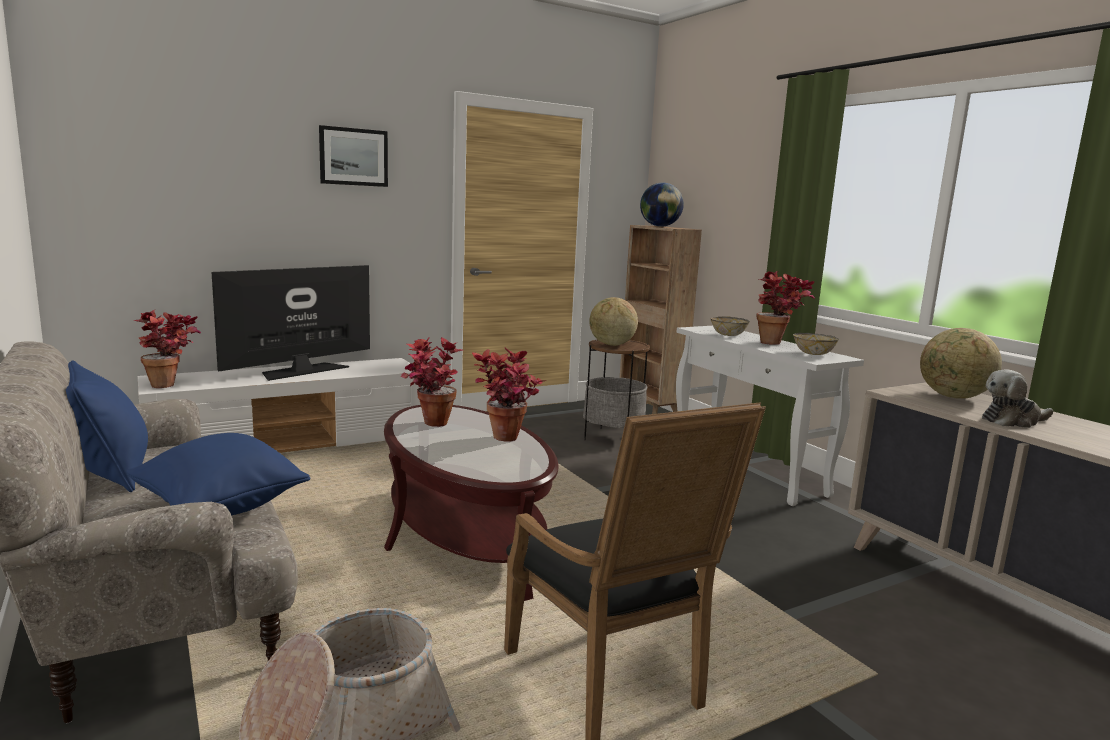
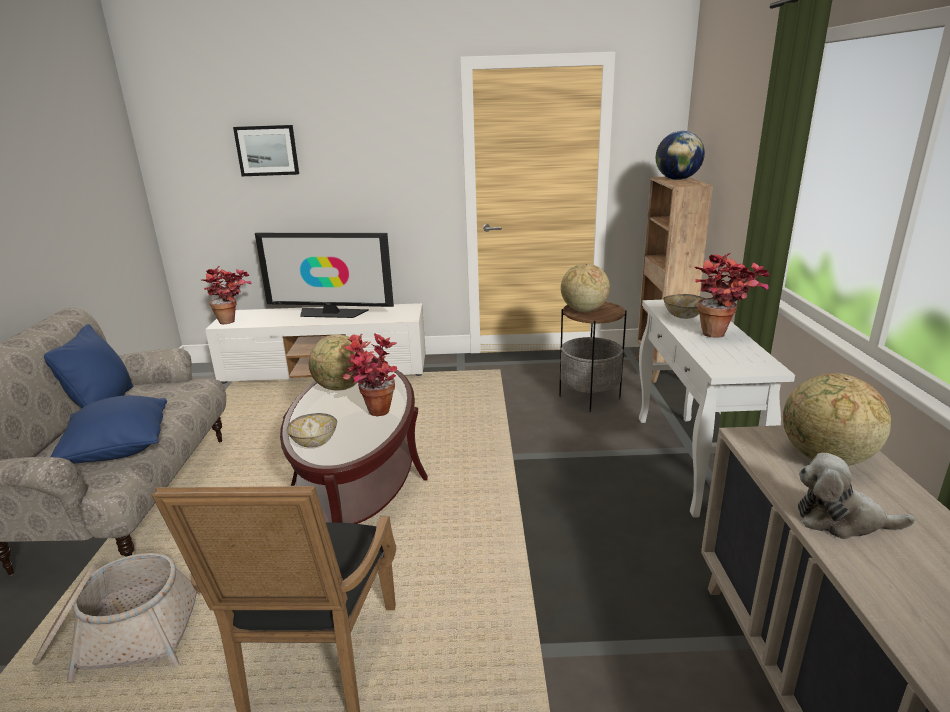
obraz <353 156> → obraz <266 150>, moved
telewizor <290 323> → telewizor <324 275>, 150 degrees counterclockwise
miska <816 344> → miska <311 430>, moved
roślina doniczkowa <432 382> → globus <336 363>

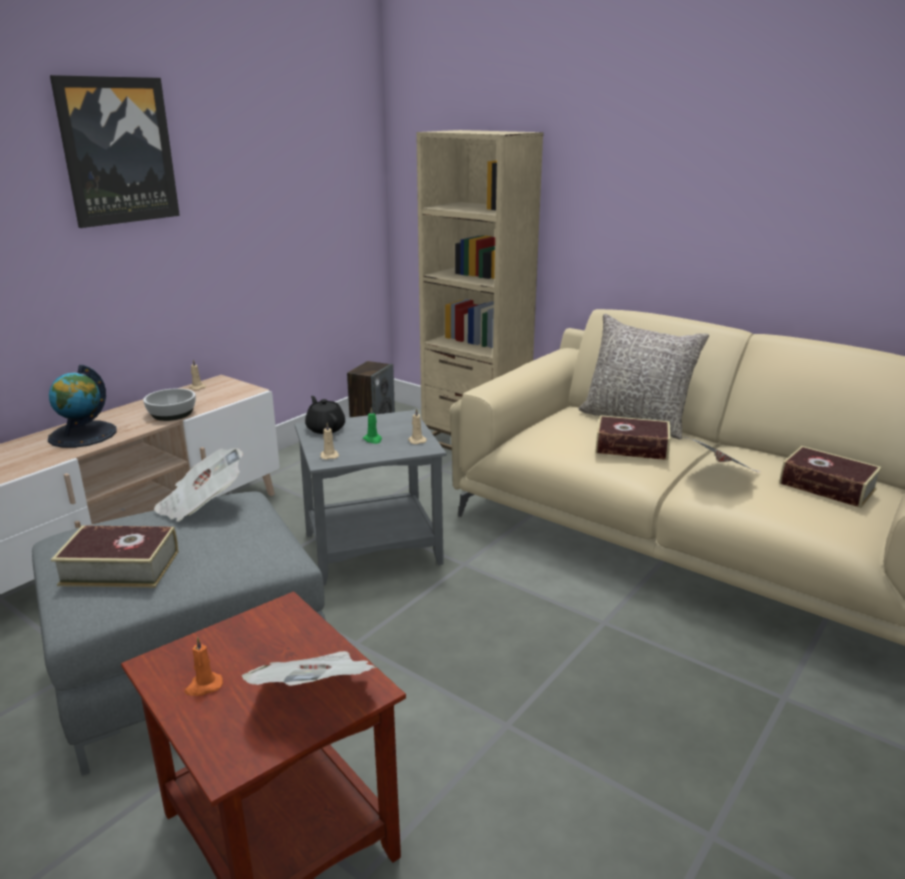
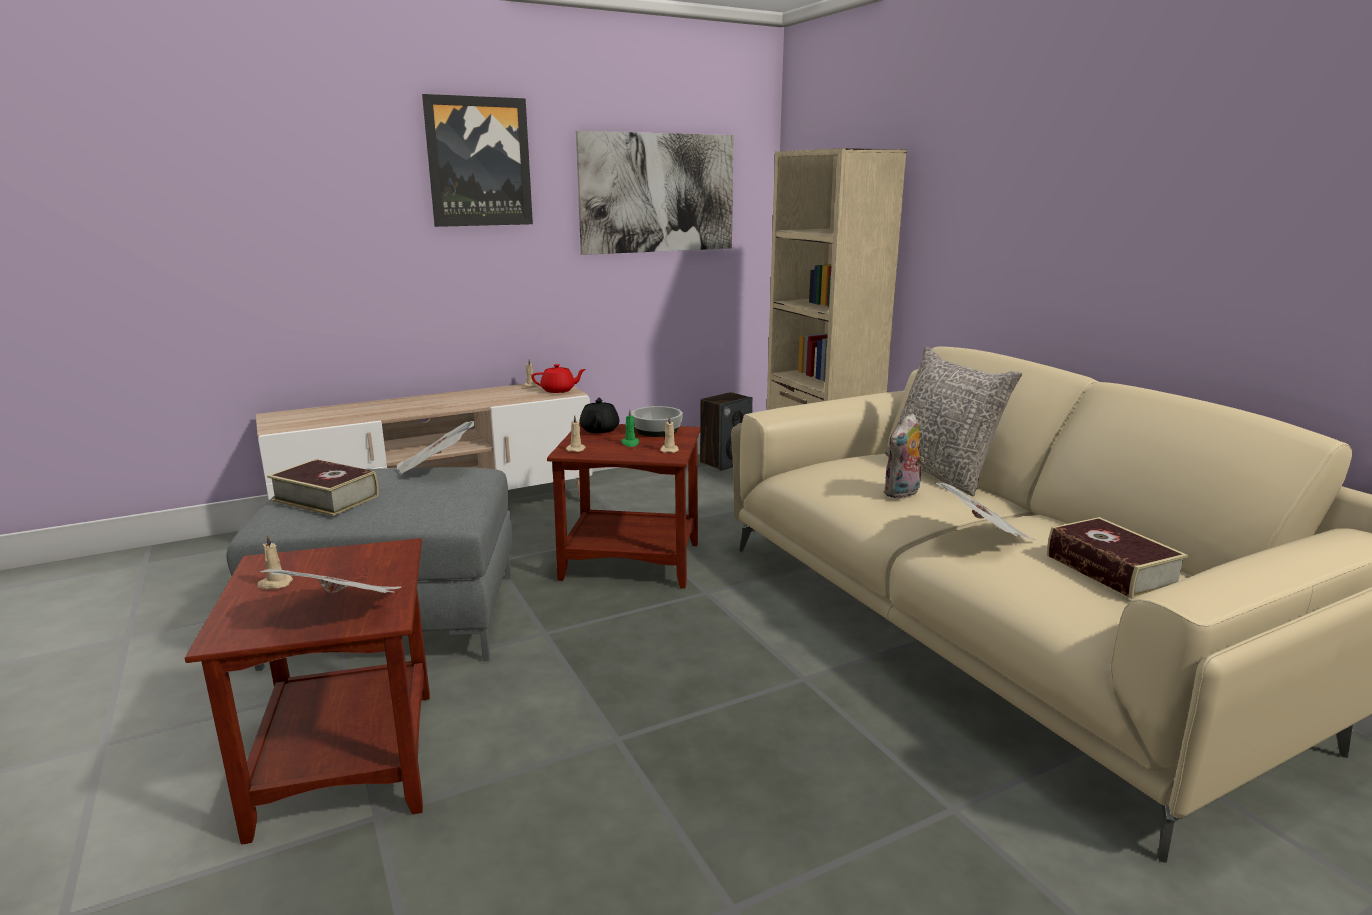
globus <82 406> → -
miska <169 404> → miska <657 421>, moved
stolik [szary] <370 497> → stolik [brązowy] <624 506>
książka <633 437> → pluszak <903 455>
świeca [pomarańczowy] <204 666> → świeca [beżowy] <275 561>
- → obraz <655 193>
- → imbryk [czerwony] <558 378>

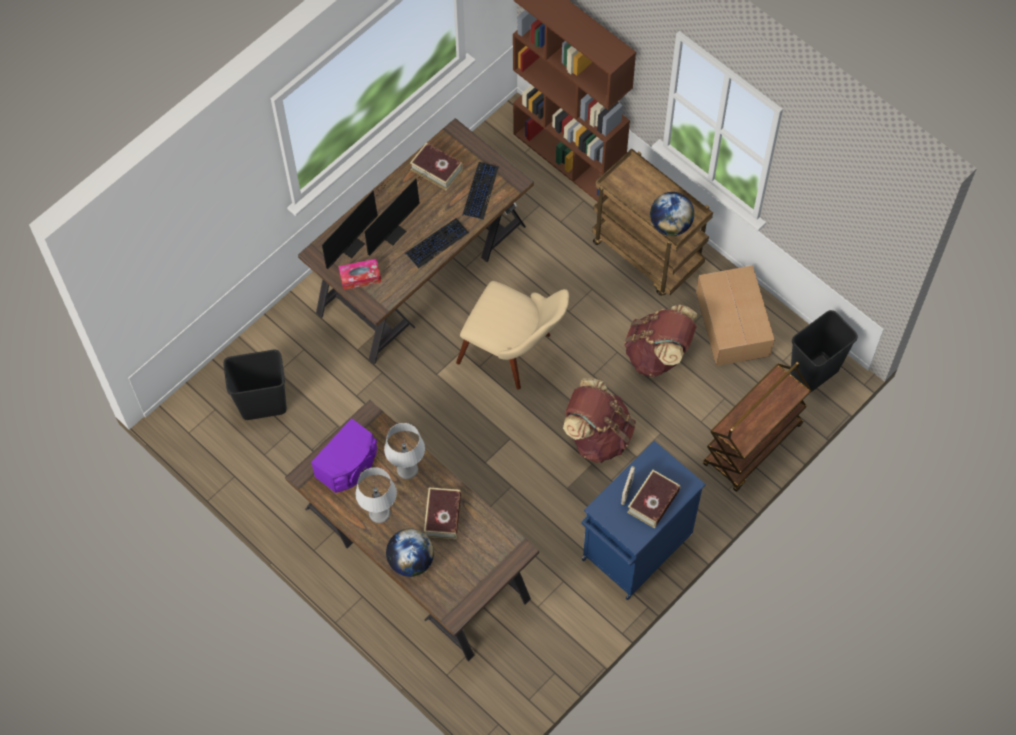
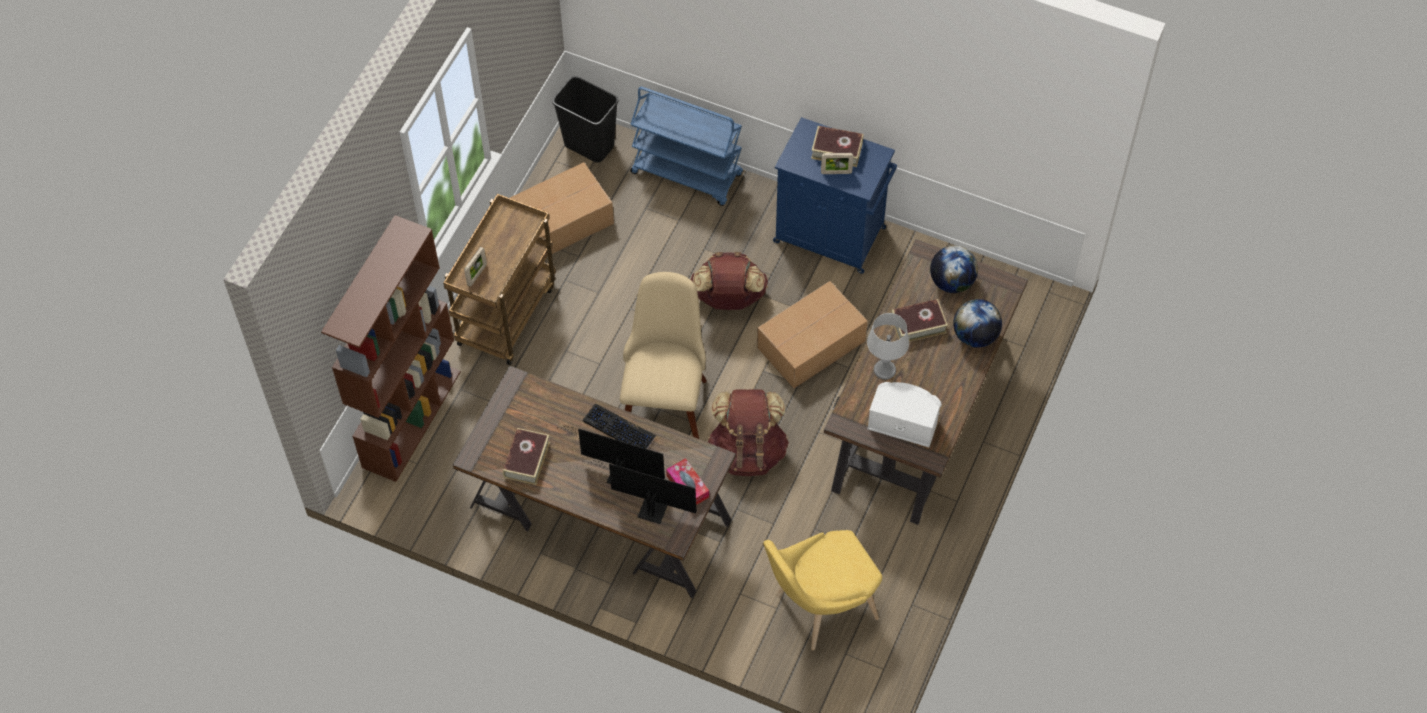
klawiatura <480 191> → -
globus <672 214> → globus <954 269>, moved
plecak [brązowy] <661 340> → plecak [brązowy] <748 433>, moved
kosz na śmieci [czarny] <255 385> → krzesło [żółty] <822 590>
wózek [brązowy] <757 427> → wózek [niebieski] <686 146>
głośnik [fioletowy] <344 455> → głośnik [biały] <904 414>
lampa stołowa [szary] <376 495> → -
- → ramka na zdjęcie <475 267>
- → karton <812 335>

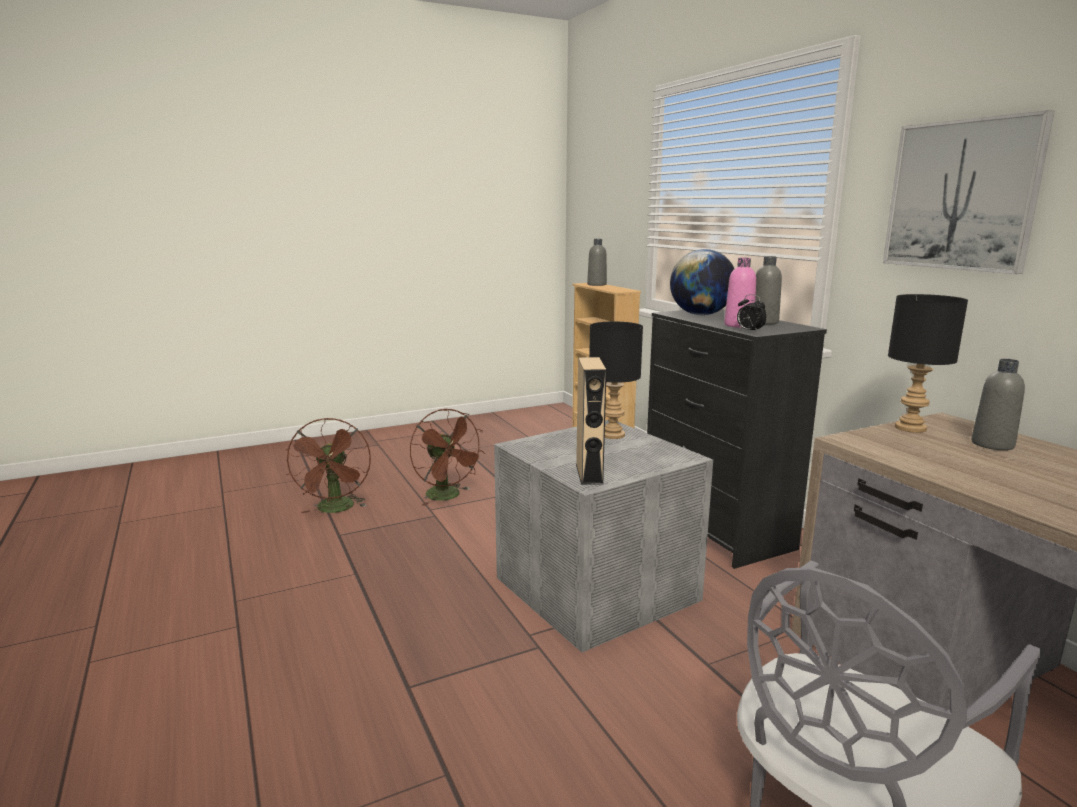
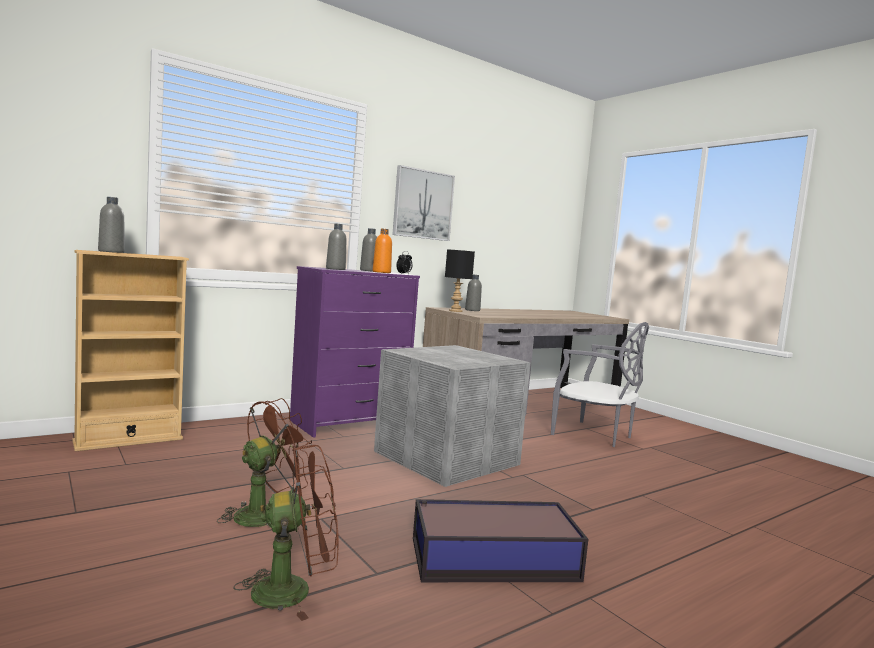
globus <702 282> → butelka [szary] <336 247>
butelka [różowy] <740 293> → butelka [pomarańczowy] <382 250>
komoda [czarny] <737 439> → komoda [fioletowy] <355 352>
lampa stołowa [czarny] <616 380> → -
głośnik [beżowy] <591 421> → -
- → pojemnik do przechowywania <500 540>

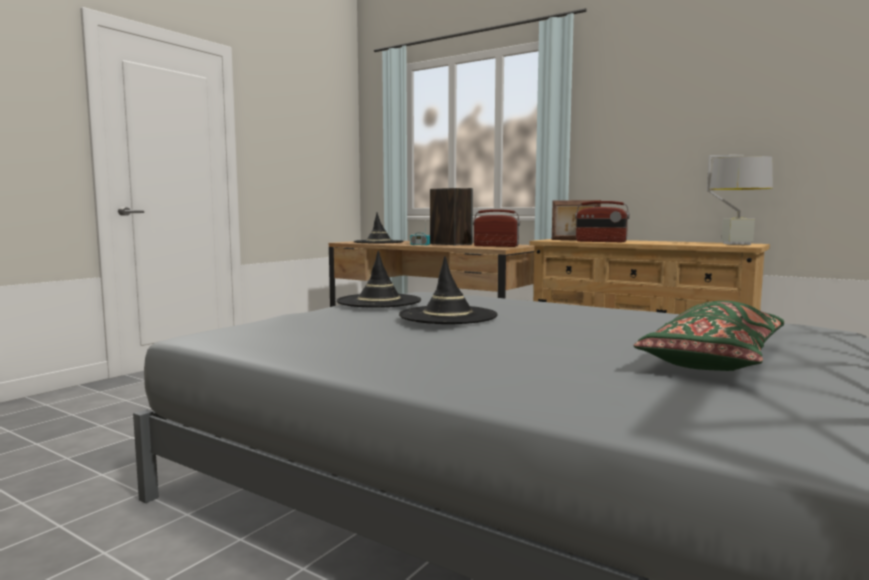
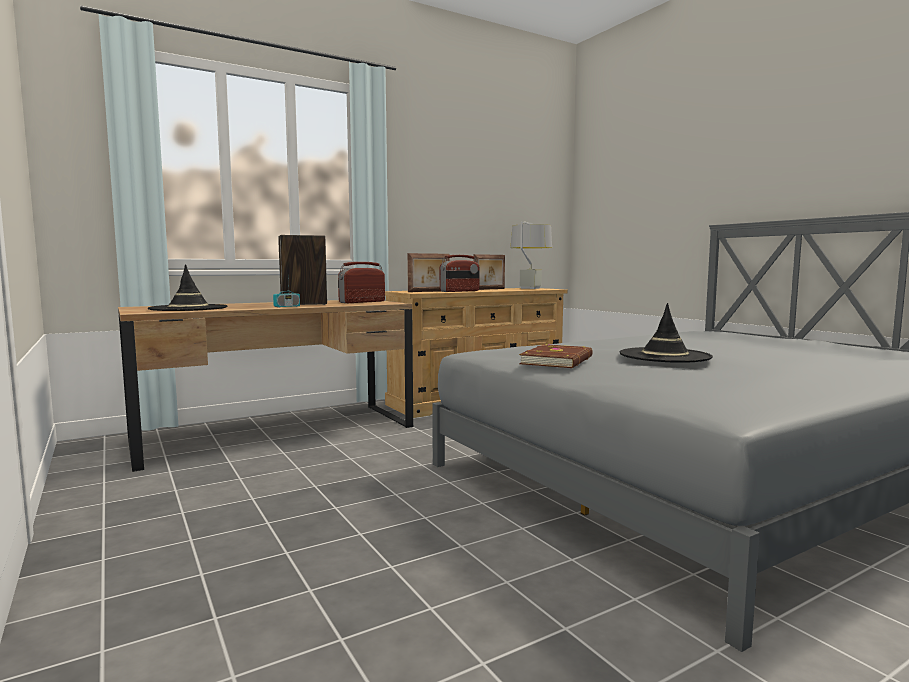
kapelusz [czarny] <378 279> → książka [brązowy] <556 356>
poduszka [zielony] <709 336> → -
- → ramka na zdjęcie <489 272>

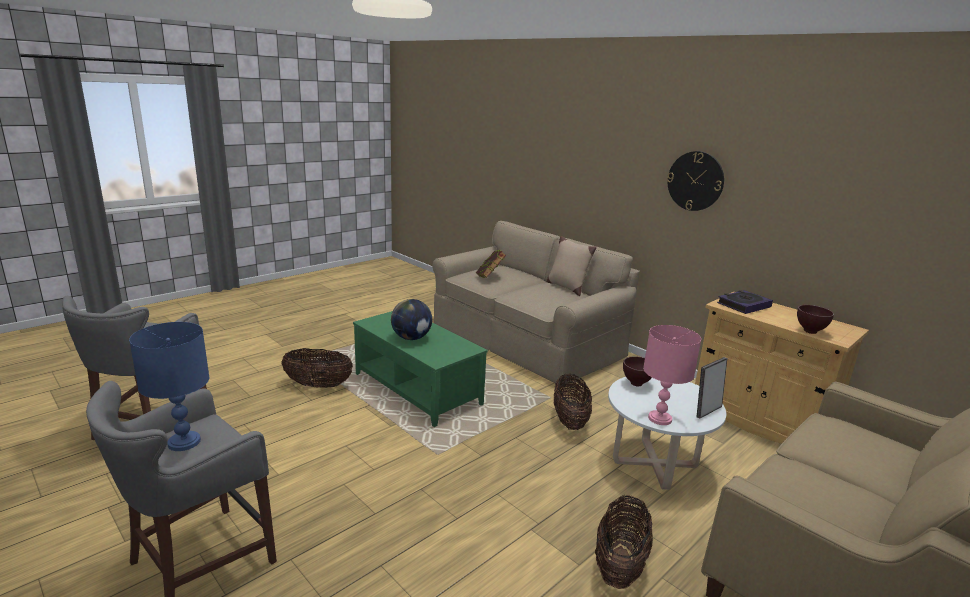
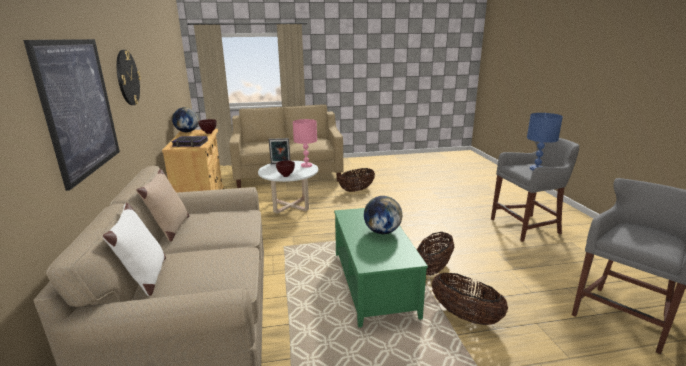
książka <491 264> → -
koszyk <573 402> → koszyk <436 254>, moved
- → obraz <71 115>
- → globus <185 119>
- → poduszka [biały] <134 249>

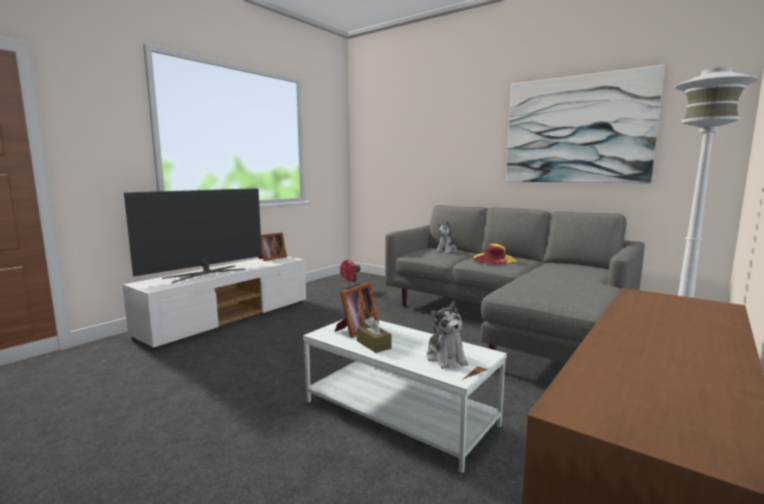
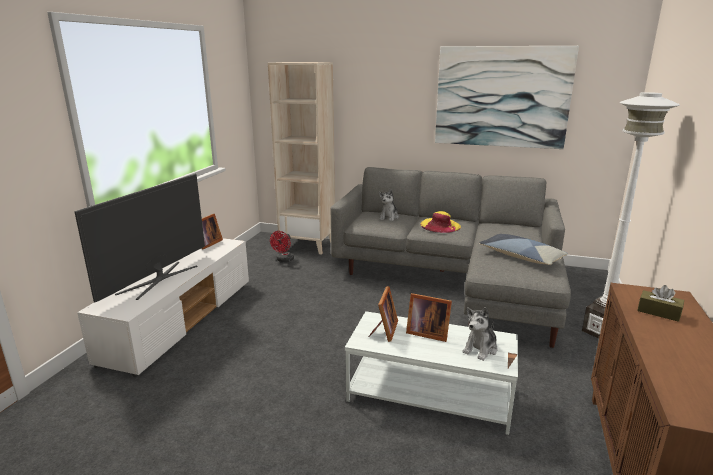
pluszak <447 335> → pluszak <480 334>, 75 degrees clockwise
pudełko chusteczek [brązowy] <374 334> → pudełko chusteczek [brązowy] <660 303>, moved
- → regał [beżowy] <301 158>
- → poduszka <523 249>
- → ramka na zdjęcie <429 317>

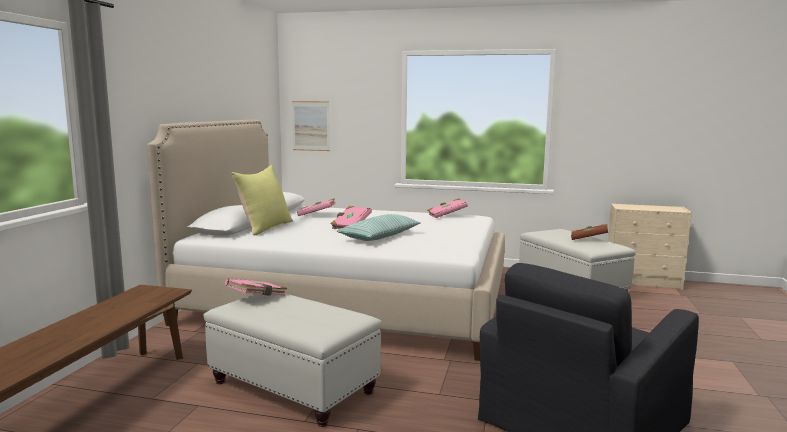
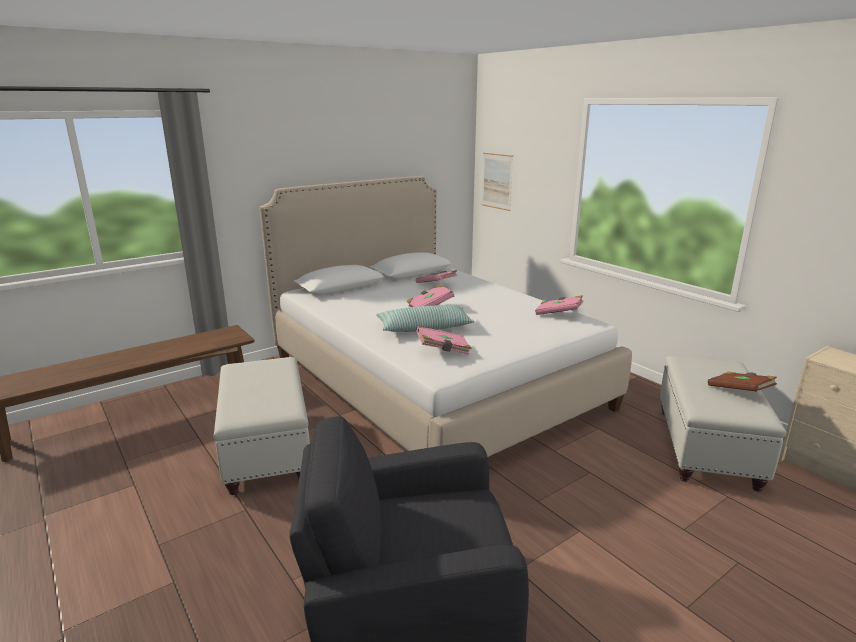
poduszka [żółty] <262 200> → -
książka [różowy] <256 287> → książka [różowy] <444 340>, moved

